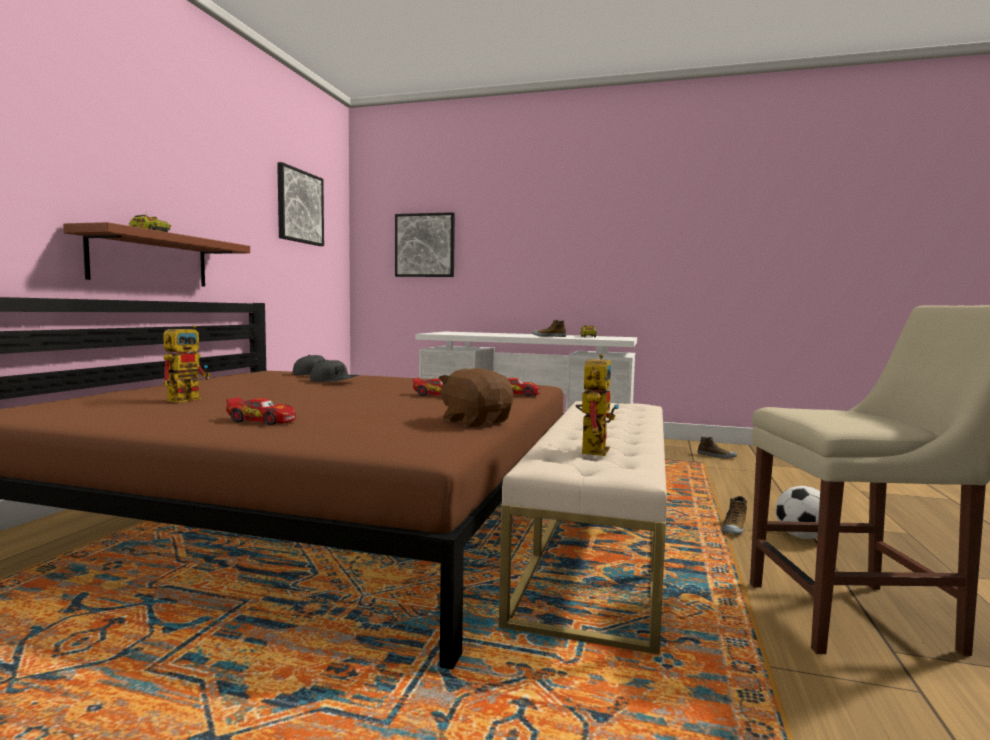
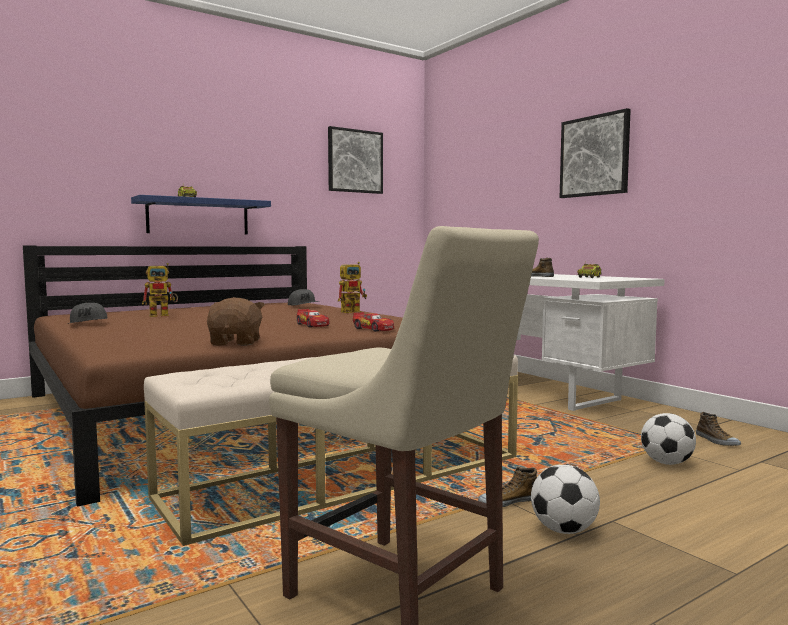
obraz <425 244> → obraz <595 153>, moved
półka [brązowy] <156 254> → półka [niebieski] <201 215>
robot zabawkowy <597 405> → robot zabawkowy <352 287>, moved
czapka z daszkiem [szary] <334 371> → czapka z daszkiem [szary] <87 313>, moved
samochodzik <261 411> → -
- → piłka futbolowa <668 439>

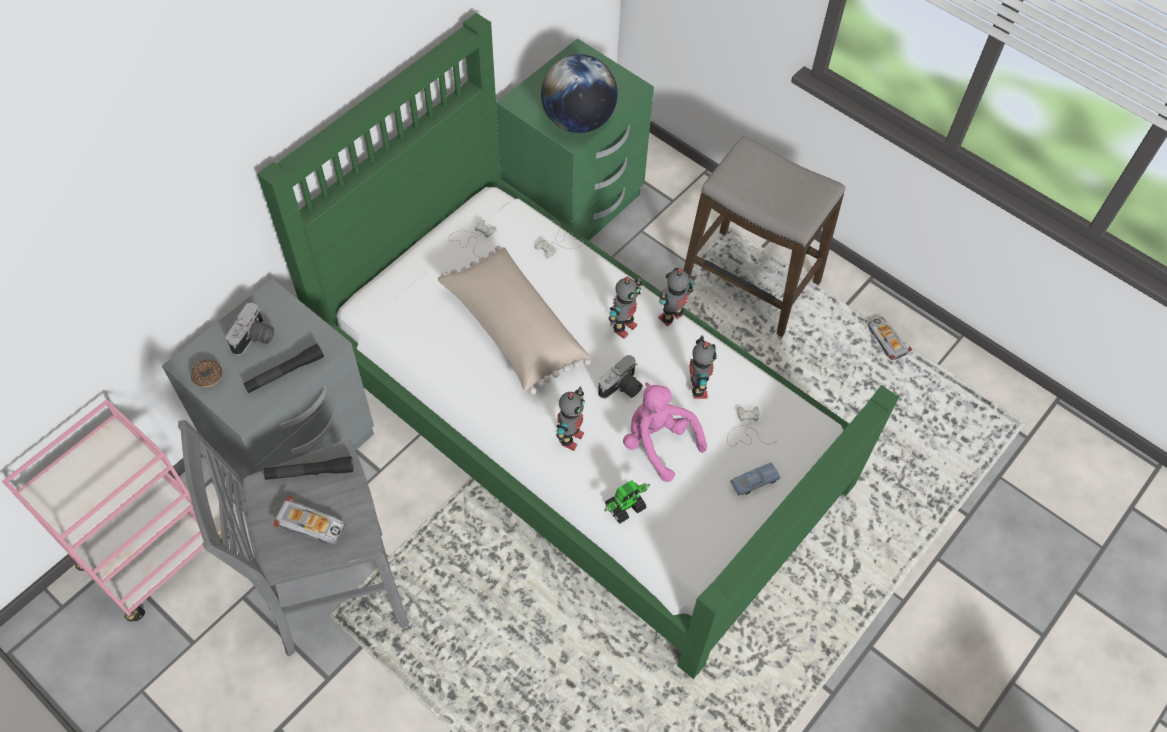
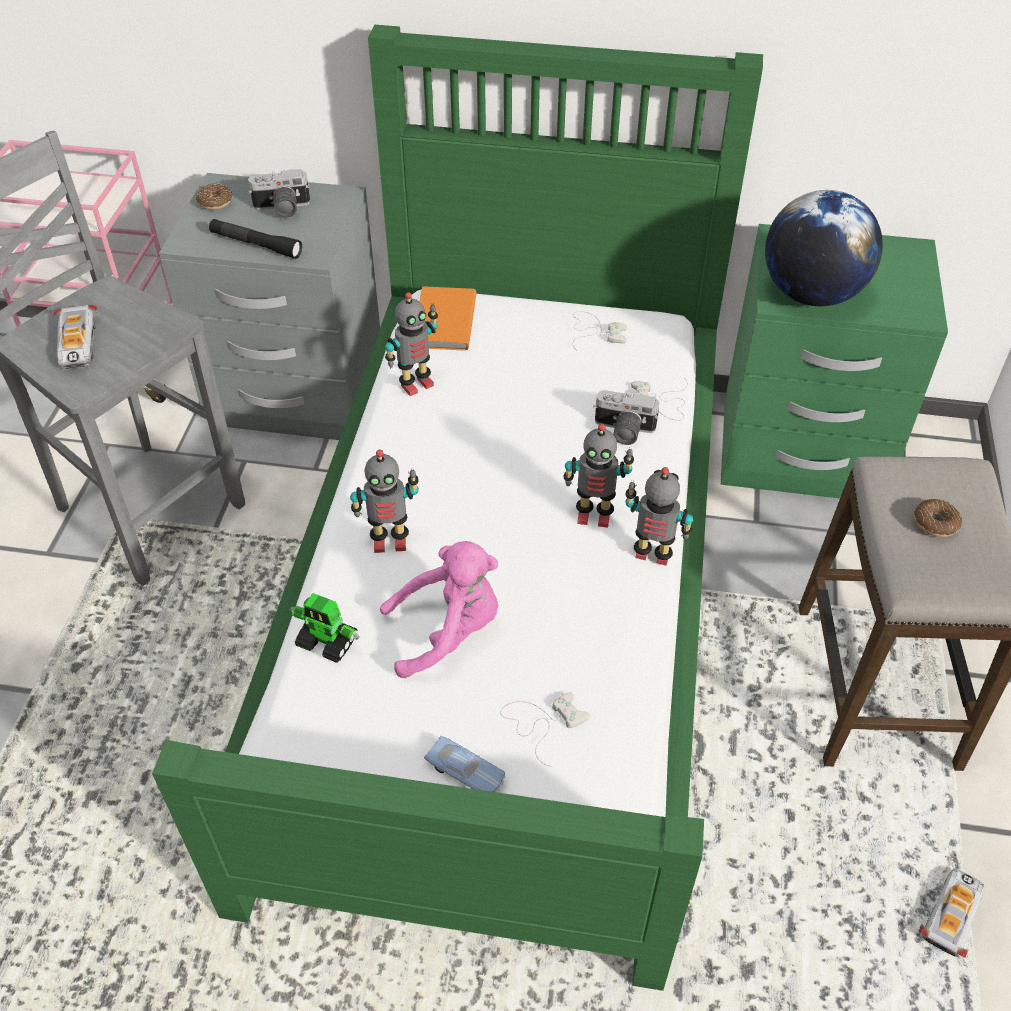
poduszka [beżowy] <514 320> → -
robot zabawkowy <703 367> → robot zabawkowy <411 344>, moved
aparat fotograficzny <620 377> → aparat fotograficzny <626 417>, moved
pluszak [różowy] <665 432> → pluszak [różowy] <439 609>, 60 degrees clockwise
latarka [czarny] <308 468> → -
- → książka [pomarańczowy] <447 318>
- → donut <938 518>

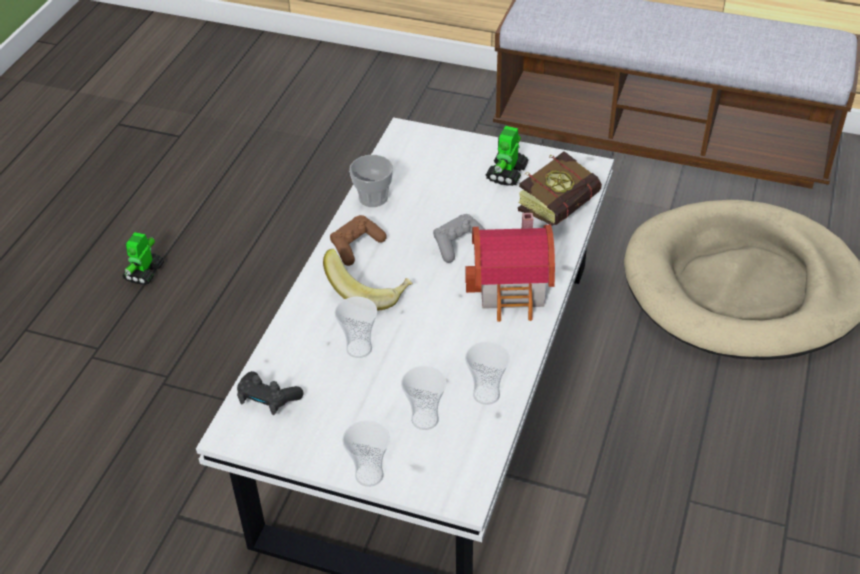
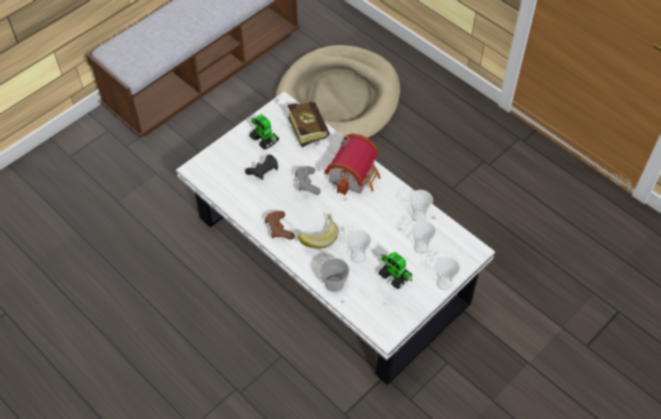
filiżanka <371 181> → filiżanka <334 275>, moved
robot zabawkowy <143 258> → robot zabawkowy <395 271>, moved
pad do gier [czarny] <270 393> → pad do gier [czarny] <261 167>, moved

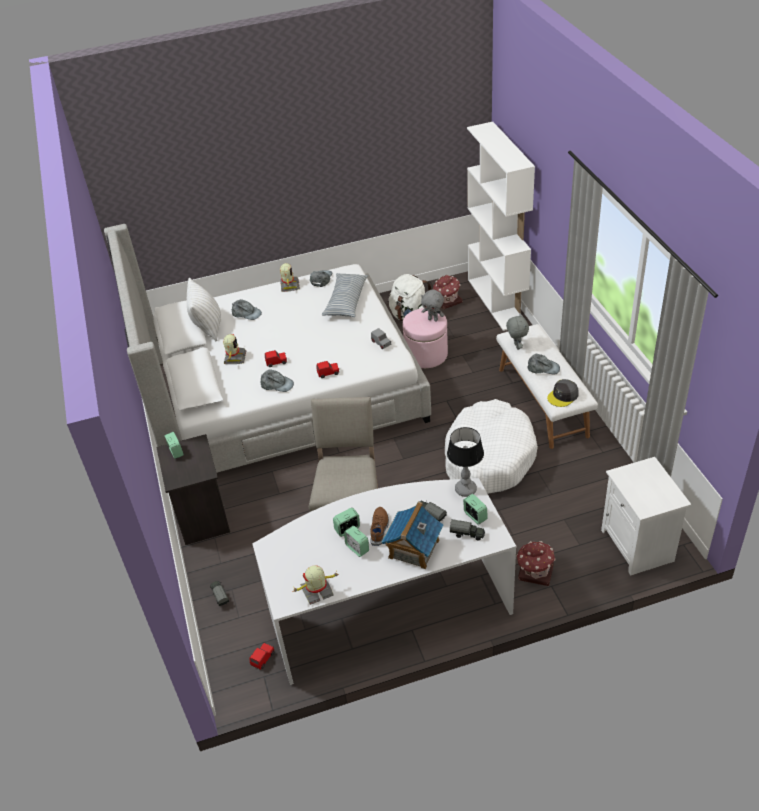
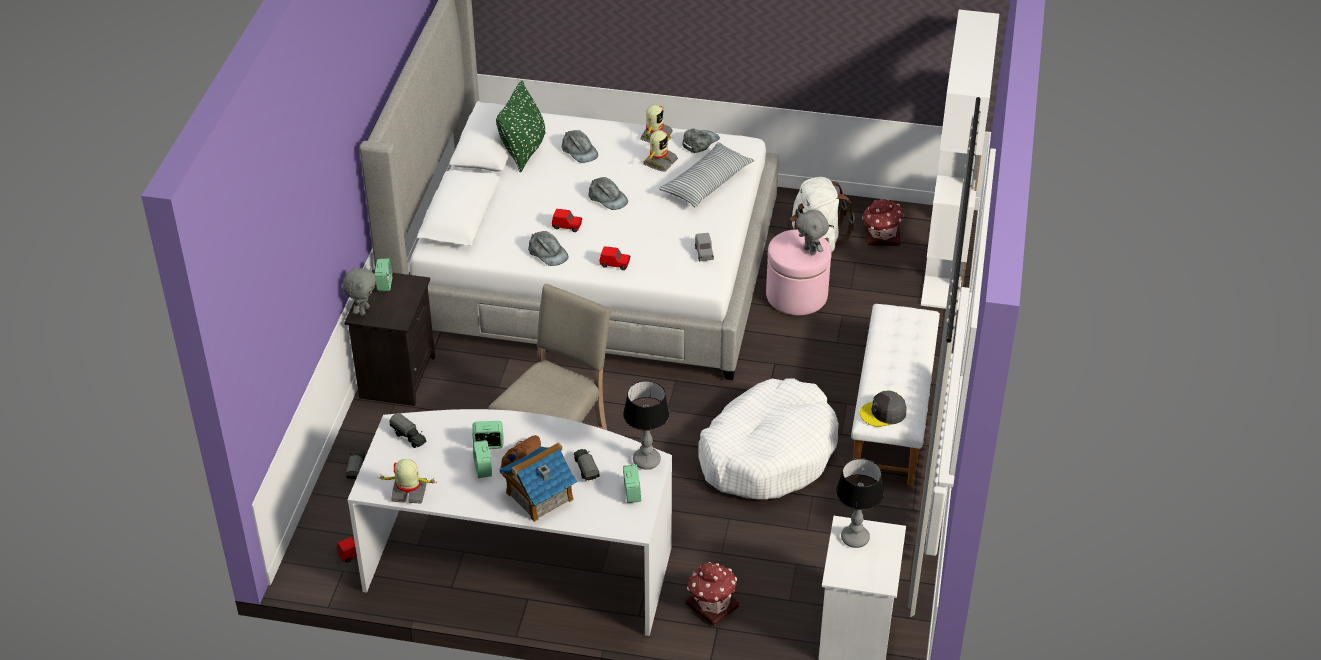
poduszka [biały] <204 310> → poduszka [zielony] <520 126>
pluszak [szary] <517 332> → pluszak [szary] <359 291>, moved
robot zabawkowy <234 349> → robot zabawkowy <660 151>, moved
czapka z daszkiem [szary] <543 364> → czapka z daszkiem [szary] <608 193>, moved
ciężarówka zabawkowa <467 530> → ciężarówka zabawkowa <408 430>, moved
- → lampa stołowa <860 503>

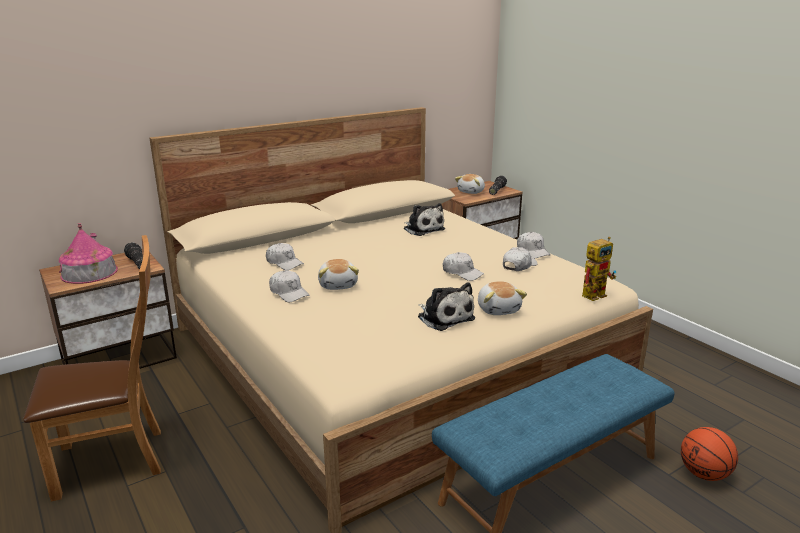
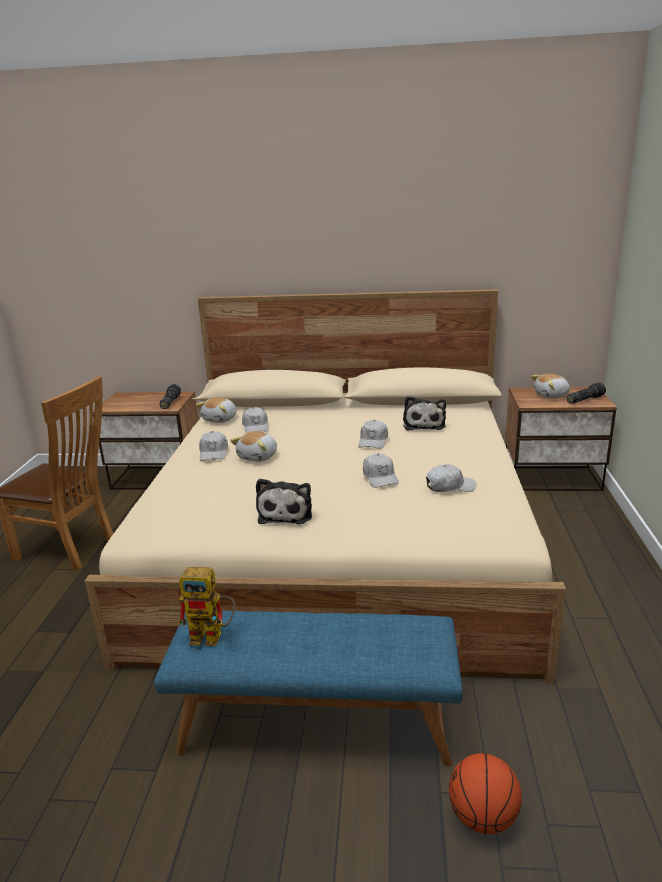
domek <88 253> → -
czapka z daszkiem [biały] <534 245> → czapka z daszkiem [biały] <373 434>, moved
robot zabawkowy <599 269> → robot zabawkowy <206 606>, moved
pluszak <502 298> → pluszak <216 410>, moved

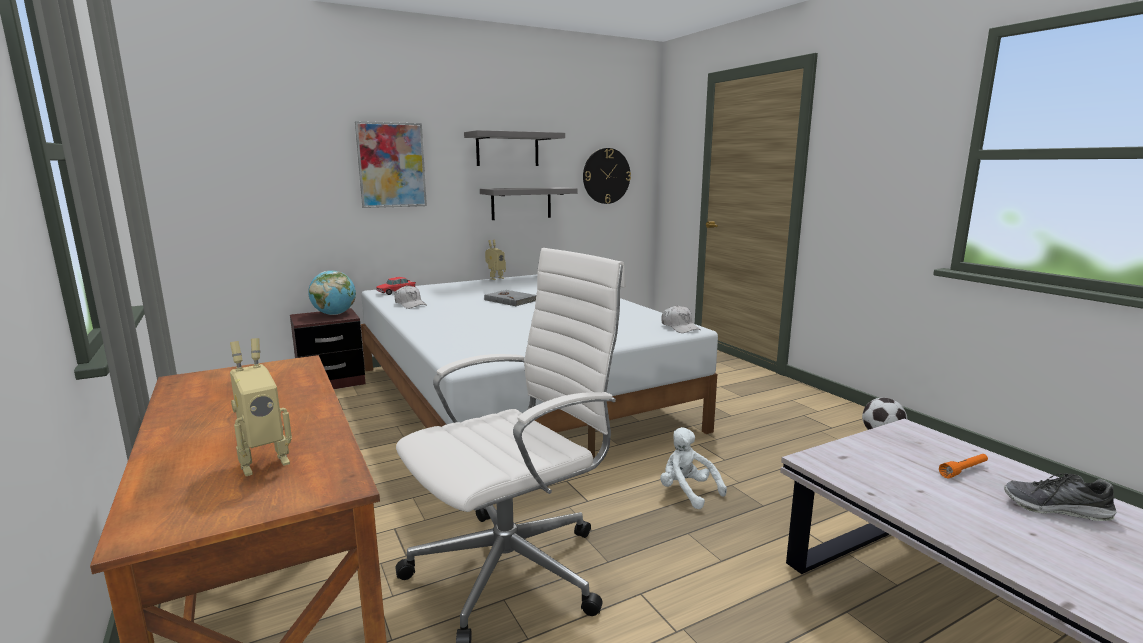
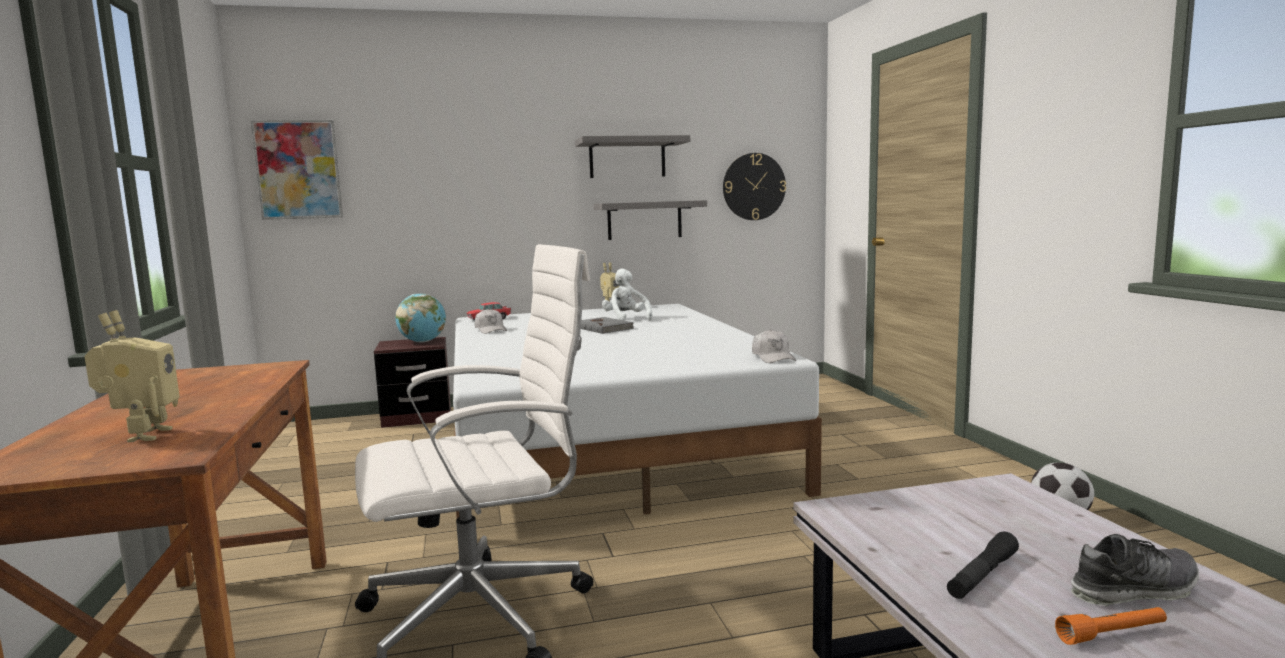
obraz <391 164> → obraz <297 170>, moved
robot zabawkowy <261 407> → robot zabawkowy <132 376>, 75 degrees counterclockwise
pluszak [biały] <693 468> → pluszak [biały] <627 294>, moved
latarka [pomarańczowy] <963 466> → latarka [pomarańczowy] <1111 626>, moved
but <1060 497> → but <1135 570>, 135 degrees clockwise
- → latarka [czarny] <983 565>

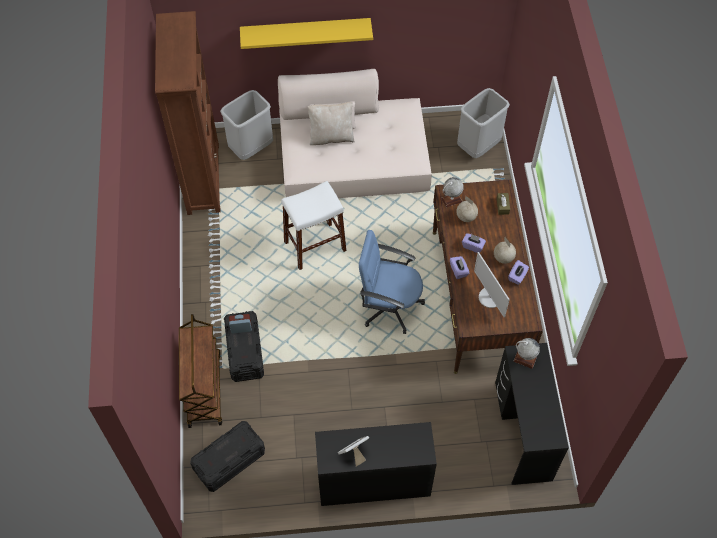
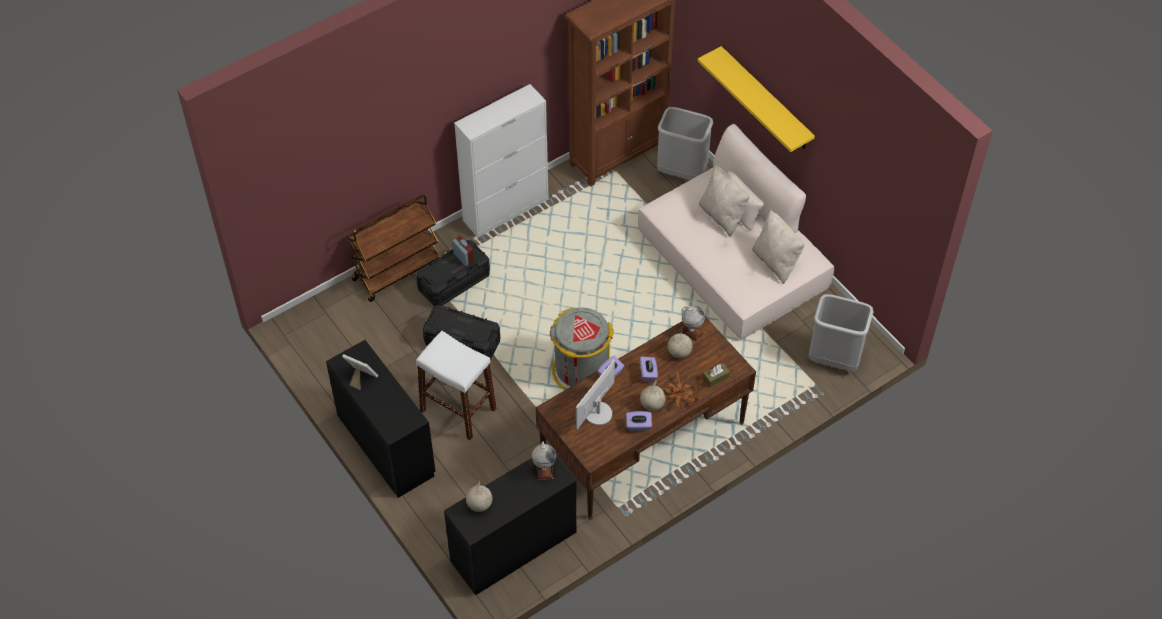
stołek [biały] <314 225> → stołek [biały] <456 385>, moved
krzesło biurowe [niebieski] <392 282> → kosz na śmieci [szary] <582 348>
pojemnik do przechowywania [czarny] <227 456> → pojemnik do przechowywania [czarny] <461 332>, moved
- → szafka [biały] <501 161>
- → poduszka [beżowy] <778 247>
- → roślina doniczkowa <684 389>
- → globus <479 496>

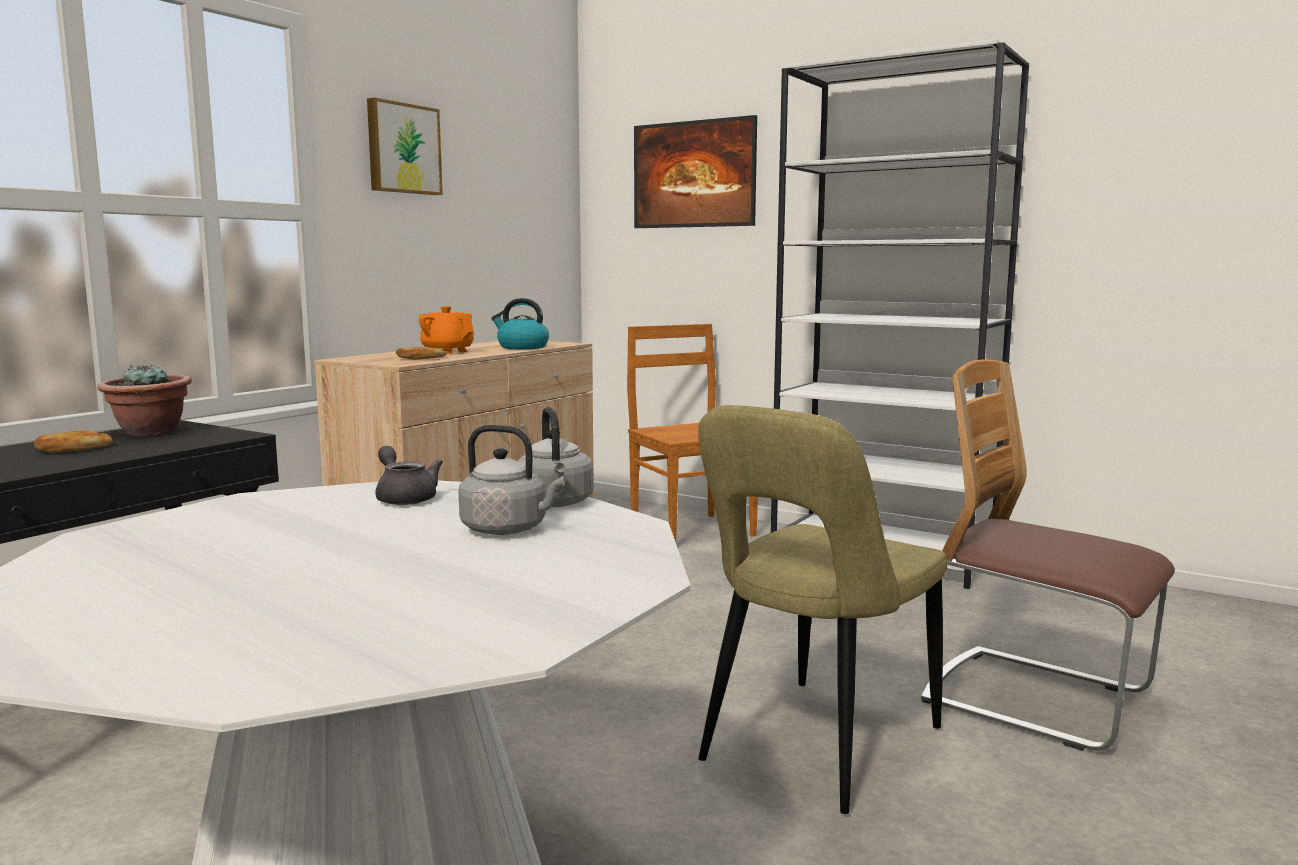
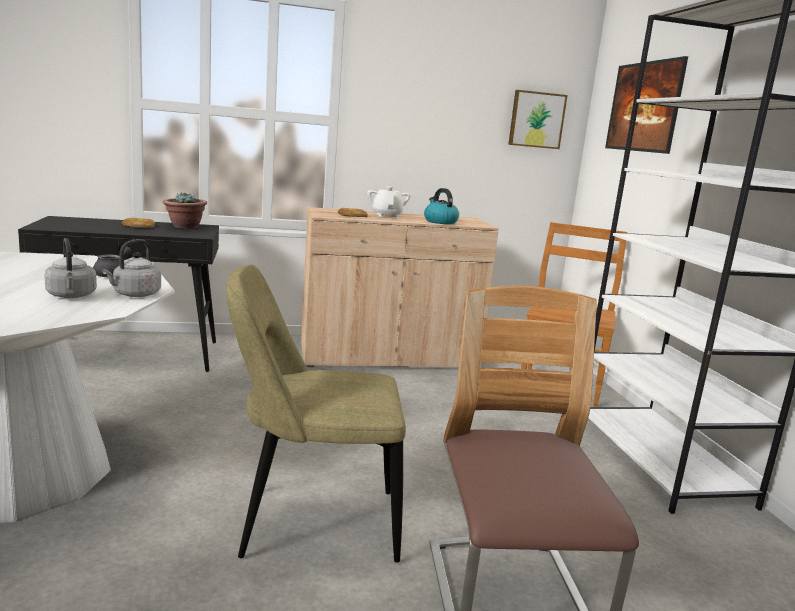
obraz <405 146> → obraz <538 119>, moved
imbryk [pomarańczowy] <446 330> → imbryk [biały] <389 202>

